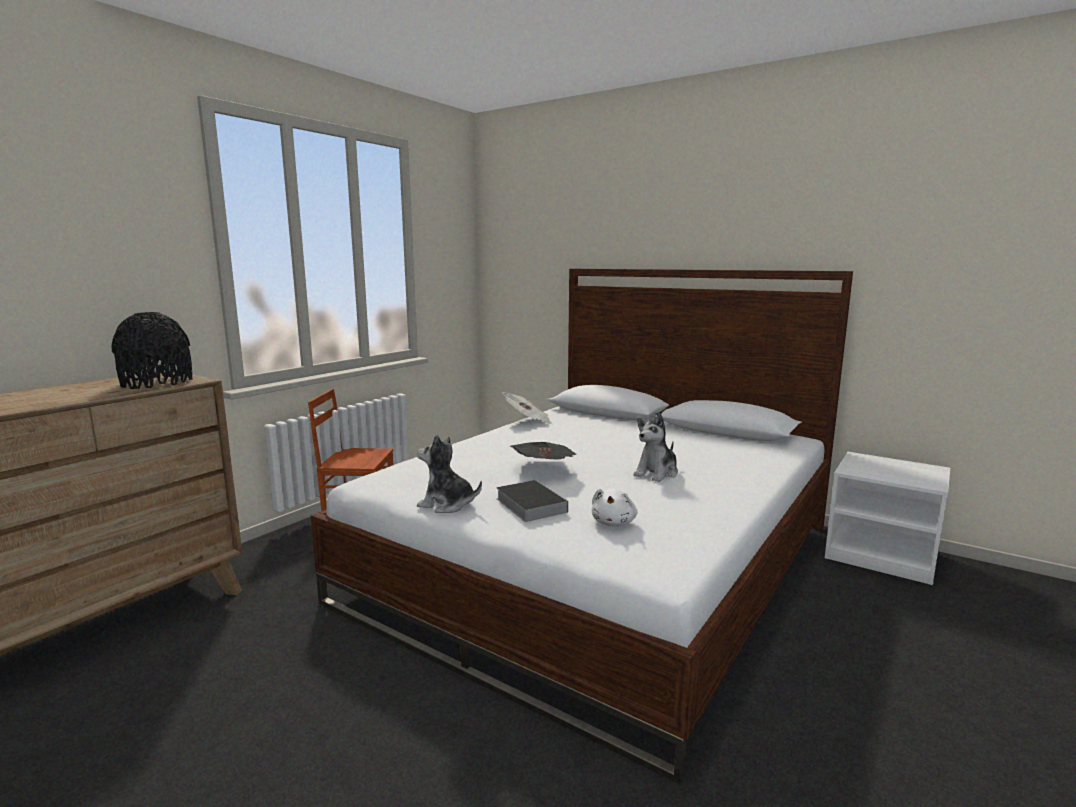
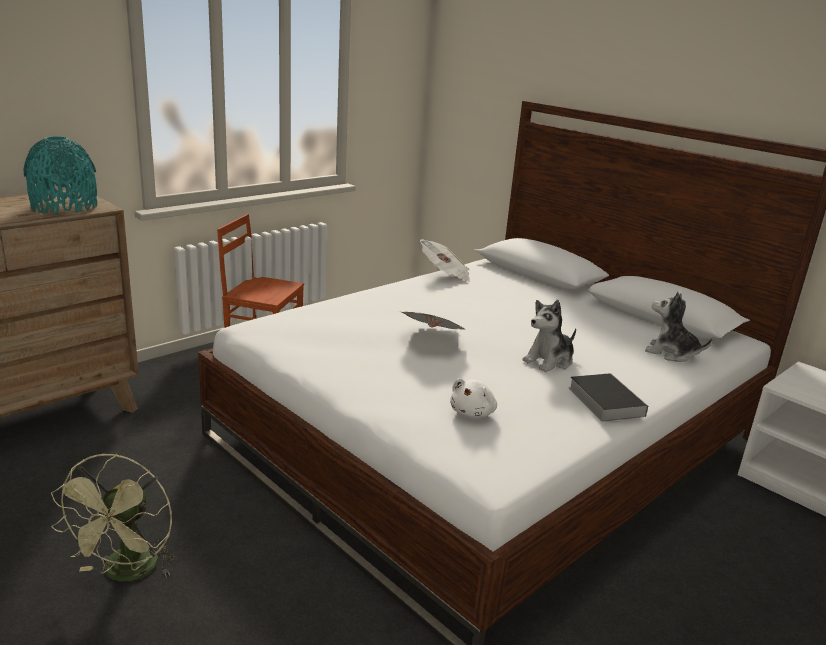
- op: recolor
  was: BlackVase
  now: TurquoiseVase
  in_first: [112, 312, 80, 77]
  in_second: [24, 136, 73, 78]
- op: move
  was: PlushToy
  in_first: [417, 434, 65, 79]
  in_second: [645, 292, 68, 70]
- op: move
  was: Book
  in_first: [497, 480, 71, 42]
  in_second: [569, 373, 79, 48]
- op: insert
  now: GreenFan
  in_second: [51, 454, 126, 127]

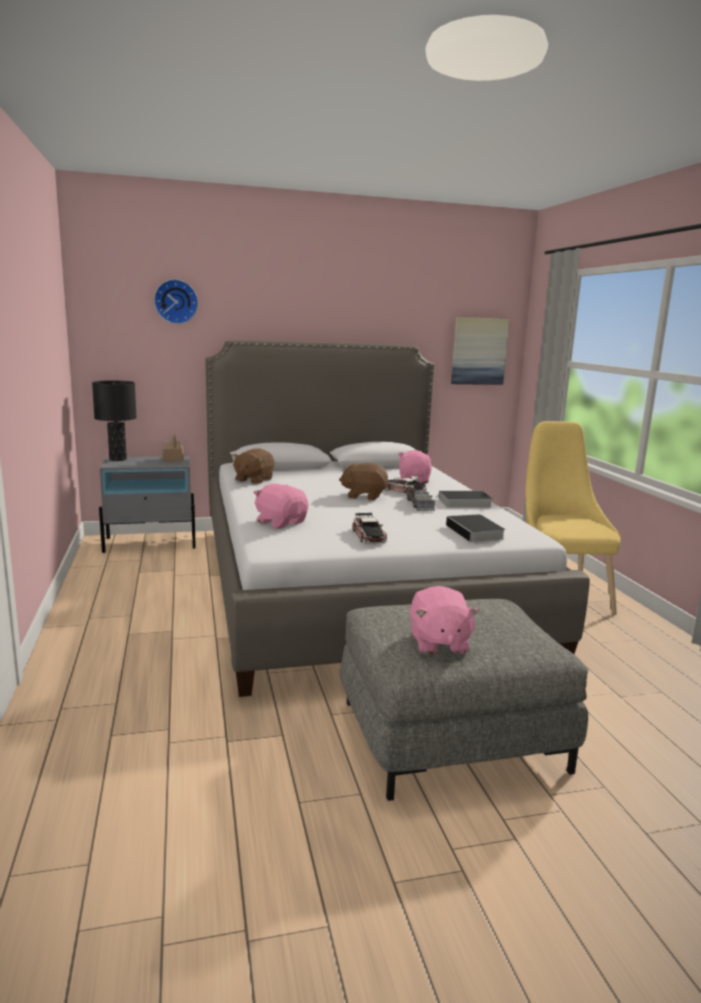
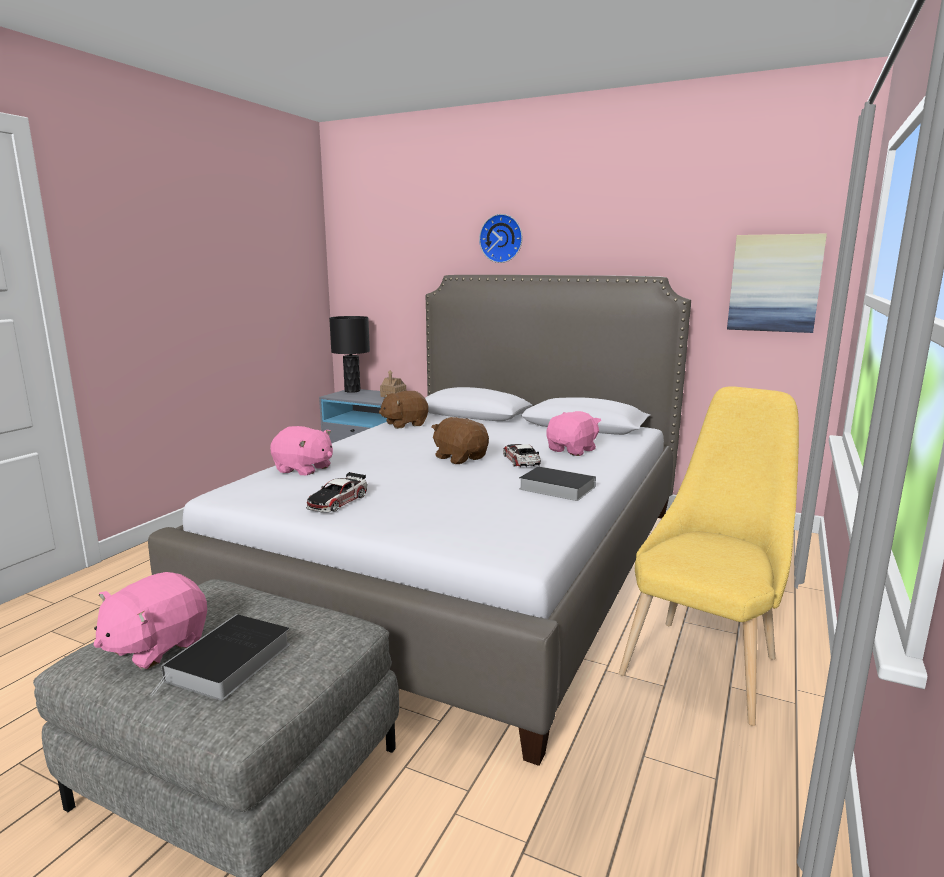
- op: move
  was: WallClock
  in_first: [154, 279, 44, 45]
  in_second: [479, 214, 43, 49]
- op: delete
  was: GreyToyCar
  in_first: [407, 483, 28, 28]
- op: rotate
  was: PinkPlushToy
  in_first: [253, 484, 55, 45]
  in_second: [270, 426, 63, 49]
  clockwise: 120
- op: move
  was: Book
  in_first: [446, 514, 60, 31]
  in_second: [151, 614, 139, 87]

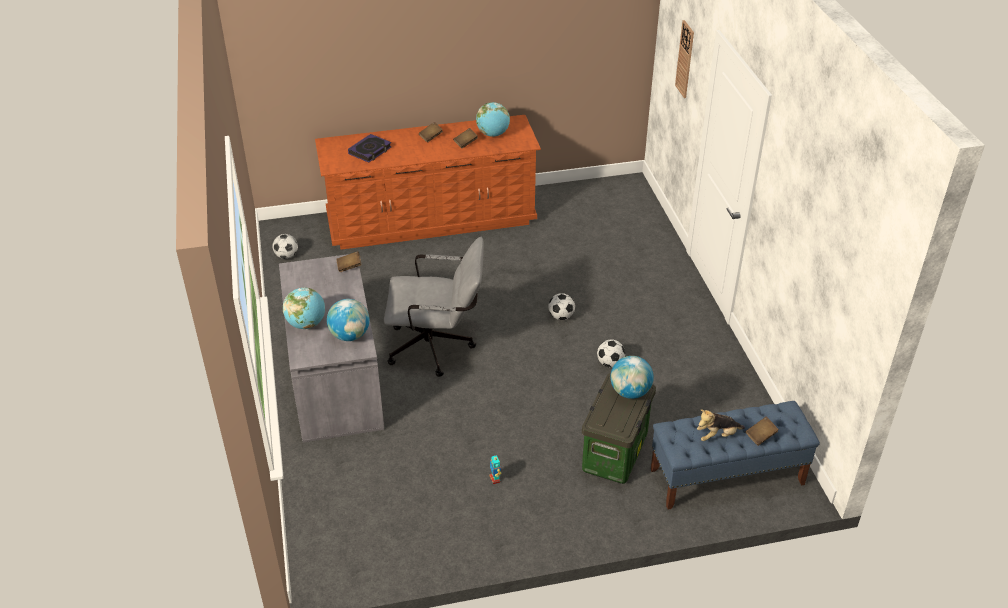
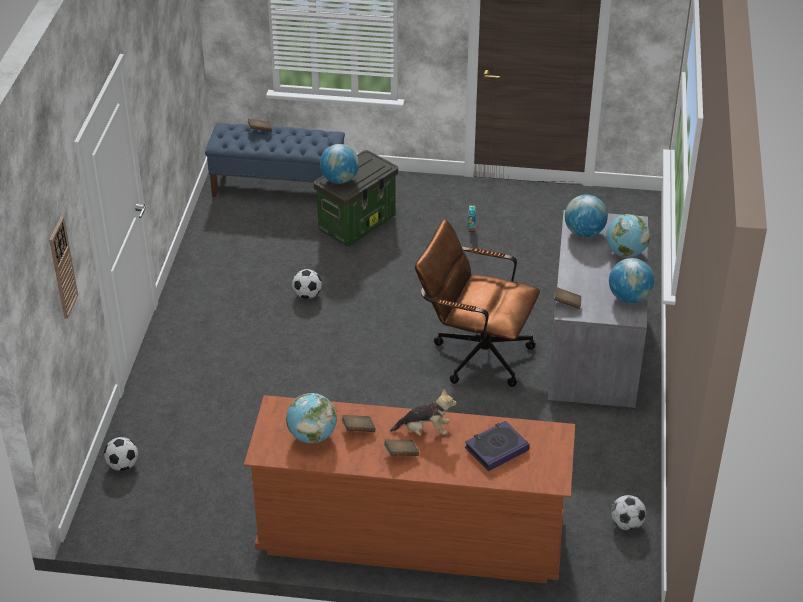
- op: recolor
  was: GreyOfficeChair
  now: BrownOfficeChair
  in_first: [384, 237, 100, 140]
  in_second: [415, 219, 125, 168]
- op: move
  was: Football
  in_first: [548, 293, 27, 27]
  in_second: [104, 437, 34, 34]
- op: move
  was: PlushToy
  in_first: [697, 409, 48, 32]
  in_second: [390, 388, 67, 47]
- op: insert
  now: Globe
  in_second: [609, 258, 45, 45]

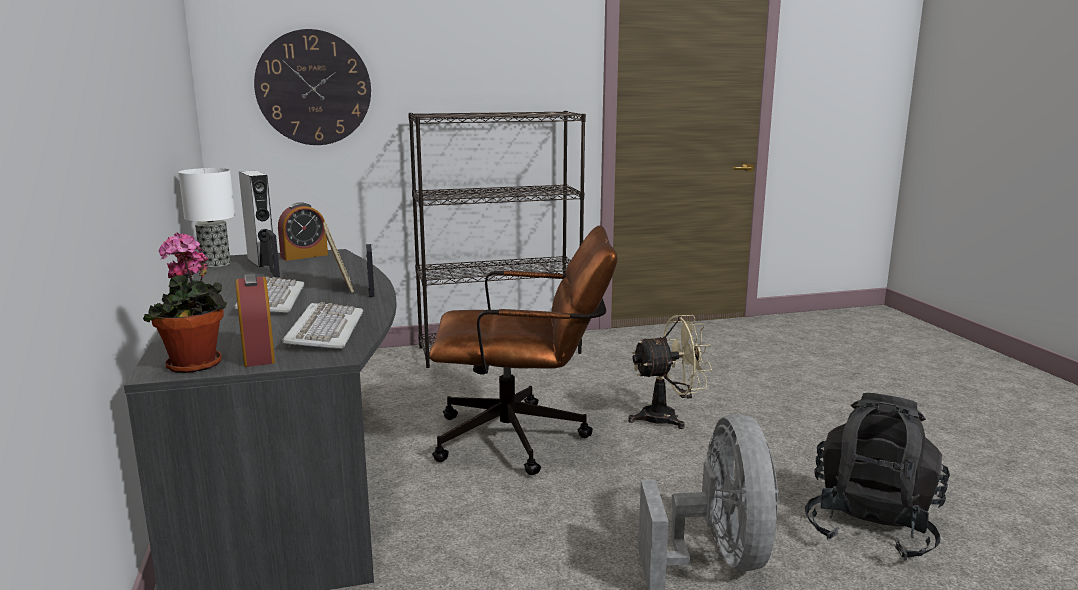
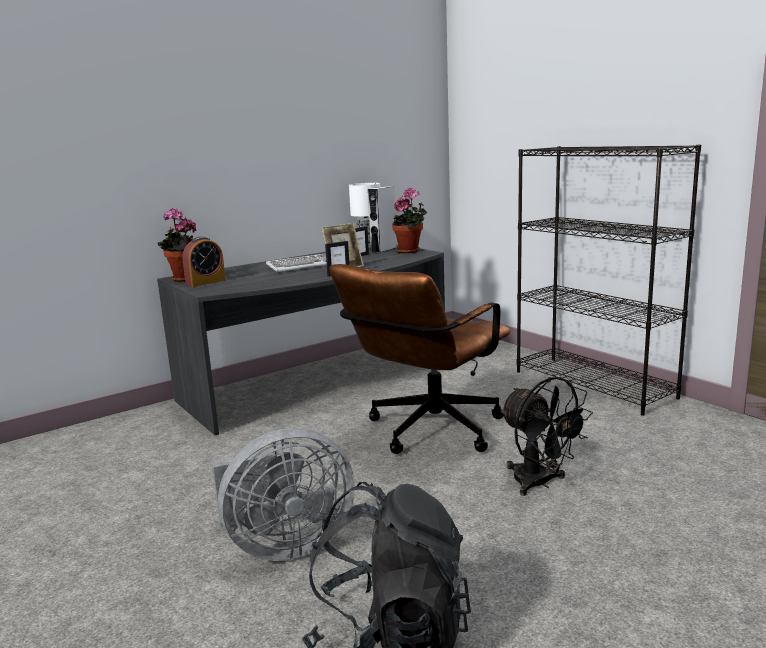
- op: delete
  was: WallClock
  in_first: [254, 29, 117, 116]
- op: replace
  was: AlarmClock
  now: PottedPlant
  in_first: [278, 202, 50, 59]
  in_second: [392, 188, 36, 65]
- op: rotate
  was: BrownOfficeChair
  in_first: [429, 225, 189, 250]
  in_second: [329, 264, 181, 190]
  clockwise: 60
- op: delete
  was: Keyboard
  in_first: [282, 302, 81, 47]
- op: recolor
  was: BeigeFan
  now: BlackFan
  in_first: [628, 315, 84, 114]
  in_second: [500, 377, 93, 119]

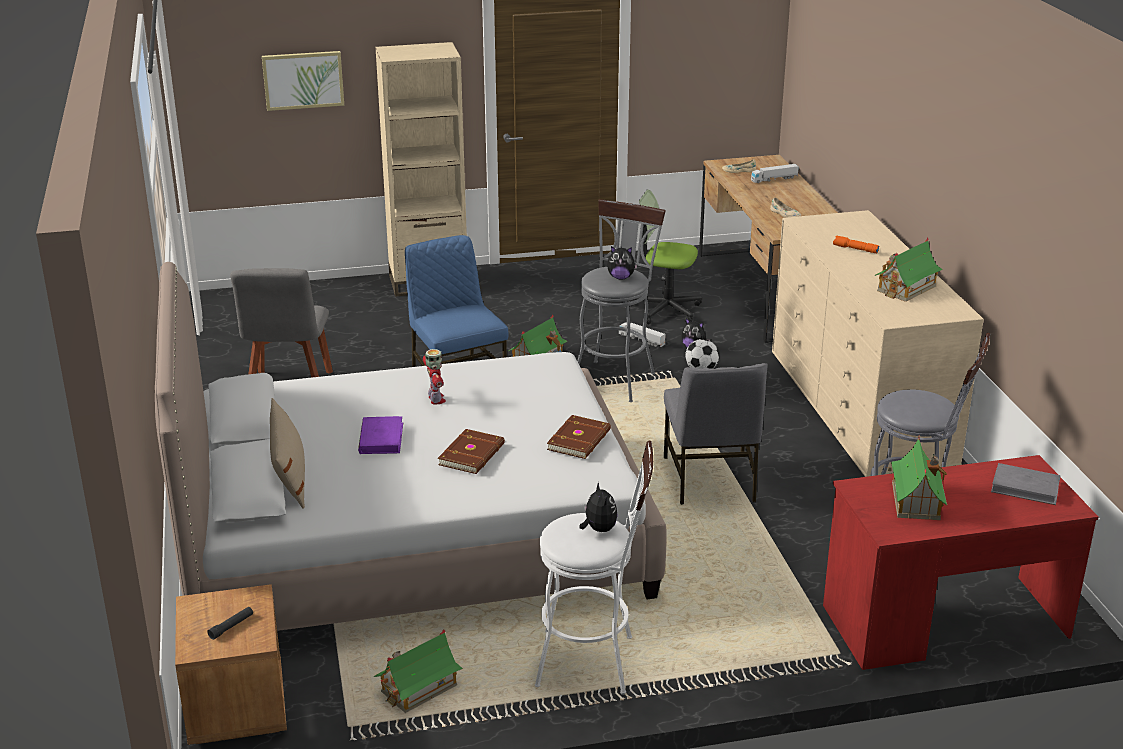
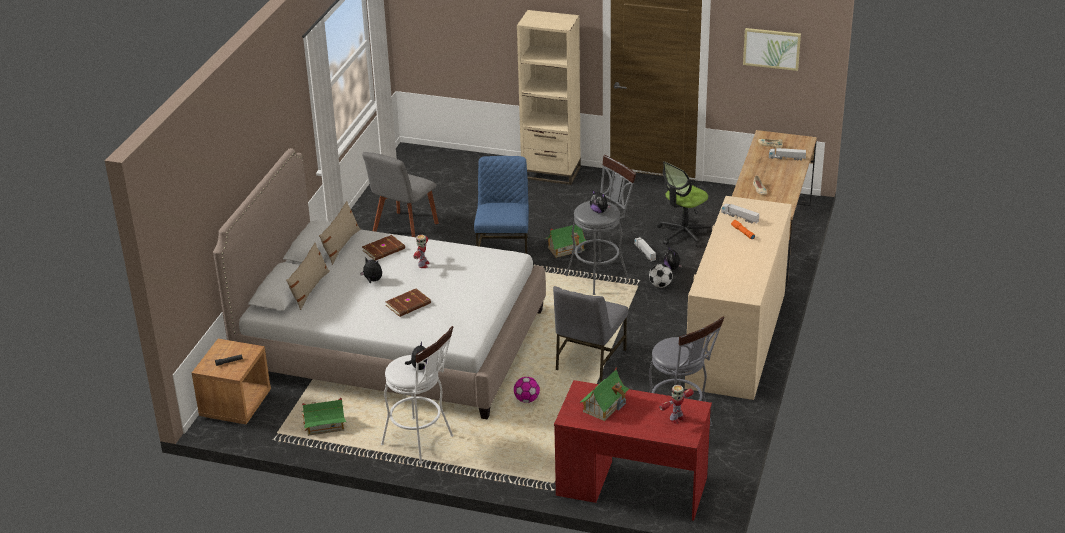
- op: move
  was: Picture
  in_first: [262, 51, 82, 60]
  in_second: [743, 28, 58, 43]
- op: rotate
  was: OfficeChair
  in_first: [628, 189, 74, 136]
  in_second: [657, 161, 55, 87]
  clockwise: -90
- op: delete
  was: ToyHouse
  in_first: [875, 237, 68, 65]
- op: move
  was: BrownBook
  in_first: [547, 415, 64, 44]
  in_second: [362, 235, 43, 26]
- op: replace
  was: PurpleBook
  now: PlushToy
  in_first: [358, 416, 45, 38]
  in_second: [360, 258, 22, 25]
- op: replace
  was: GreyBook
  now: ToyRobot
  in_first: [991, 463, 70, 42]
  in_second: [659, 385, 35, 39]
- op: insert
  now: BeigePillow
  in_second: [319, 201, 41, 64]
- op: insert
  now: ToyTruck
  in_second: [721, 204, 38, 20]
- op: insert
  now: Football
  in_second: [514, 377, 26, 26]

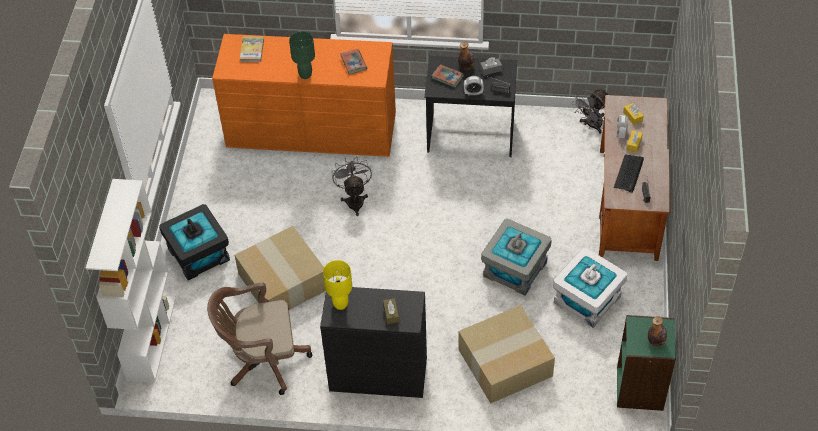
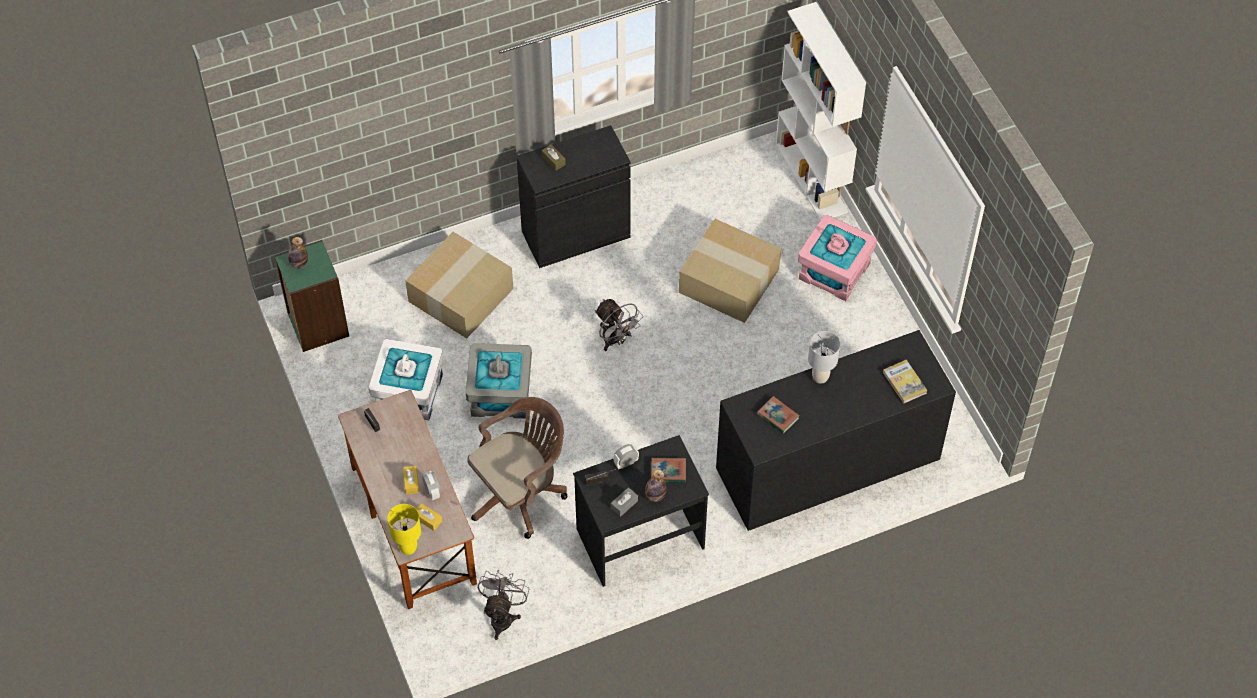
- op: recolor
  was: GreenTableLamp
  now: GreyTableLamp
  in_first: [289, 31, 26, 48]
  in_second: [808, 331, 32, 53]
- op: recolor
  was: OrangeDresser
  now: BlackDresser
  in_first: [212, 34, 184, 123]
  in_second: [716, 330, 240, 201]
- op: delete
  was: Keyboard
  in_first: [614, 154, 30, 39]
- op: move
  was: GreyFan
  in_first: [332, 157, 40, 59]
  in_second: [595, 299, 48, 52]
- op: recolor
  was: BlackStorageBox
  now: PinkStorageBox
  in_first: [159, 204, 71, 76]
  in_second: [798, 215, 79, 86]
- op: move
  was: YellowTableLamp
  in_first: [323, 260, 29, 50]
  in_second: [387, 504, 34, 51]
- op: move
  was: BrownOfficeChair
  in_first: [207, 283, 105, 112]
  in_second: [467, 397, 101, 142]

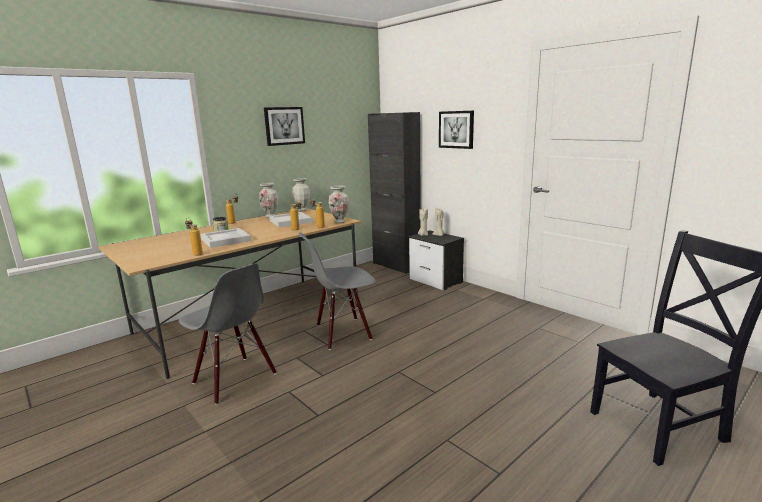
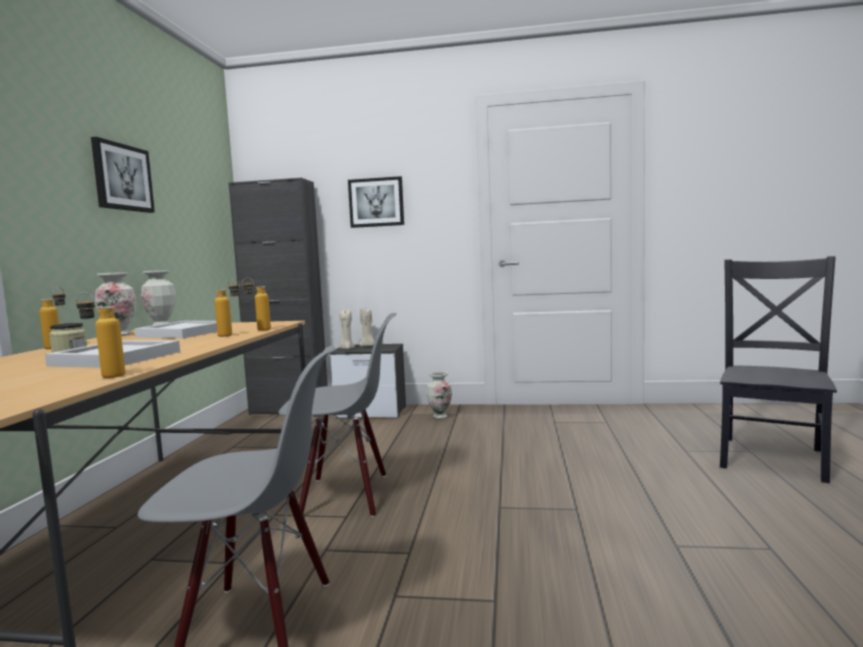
- op: move
  was: Vase
  in_first: [329, 186, 20, 37]
  in_second: [426, 371, 26, 48]
- op: rotate
  was: GreyChair
  in_first: [298, 233, 78, 117]
  in_second: [279, 313, 118, 204]
  clockwise: -120

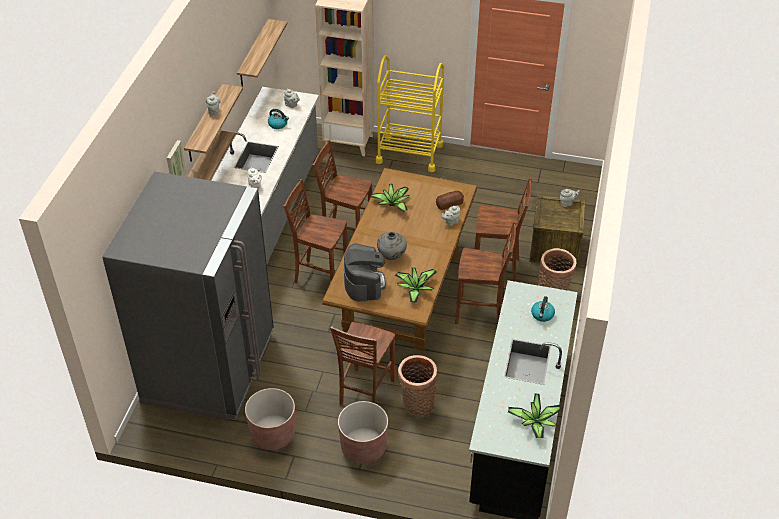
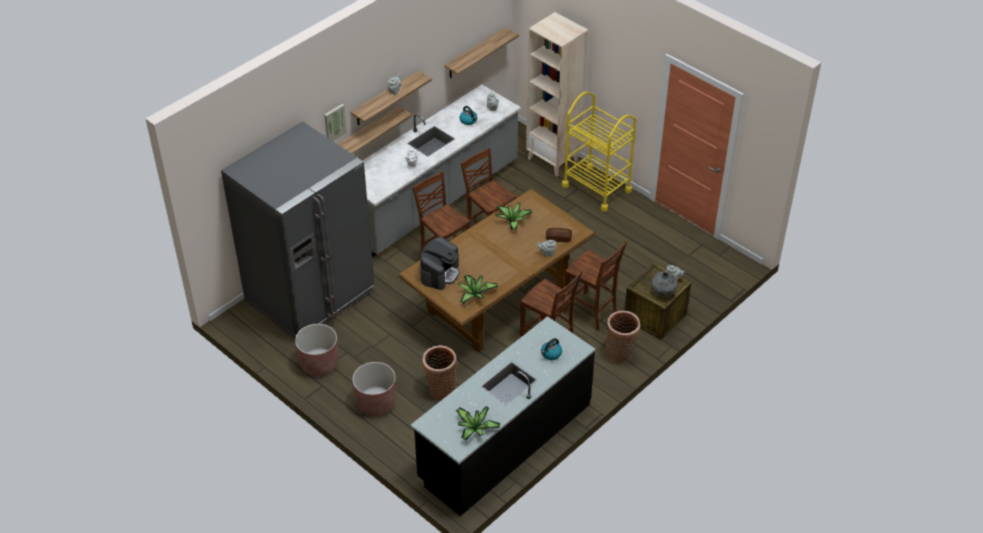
- op: move
  was: GreyVase
  in_first: [377, 232, 30, 28]
  in_second: [651, 271, 27, 26]
- op: delete
  was: BrownChair
  in_first: [330, 322, 65, 84]

